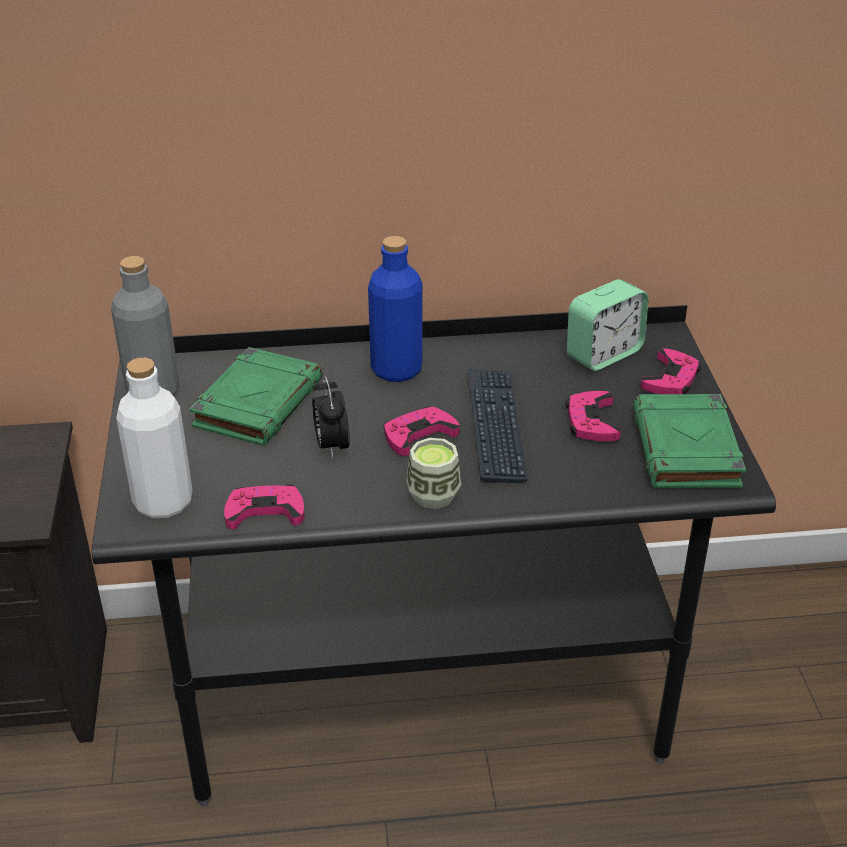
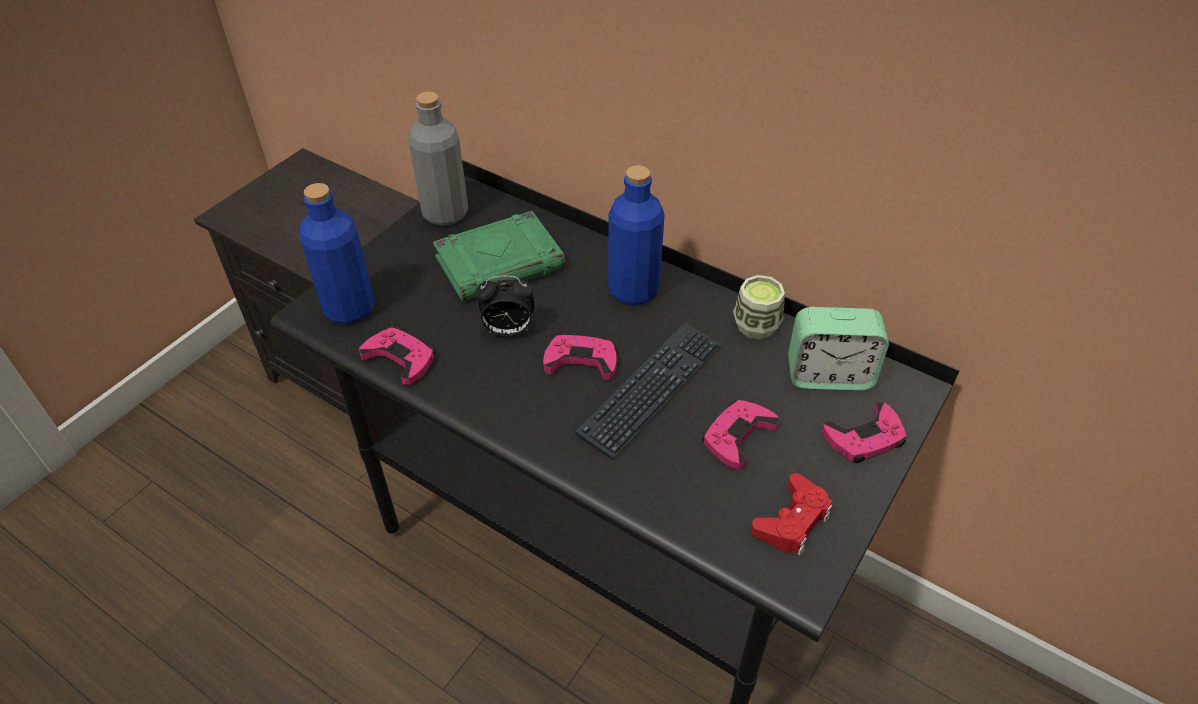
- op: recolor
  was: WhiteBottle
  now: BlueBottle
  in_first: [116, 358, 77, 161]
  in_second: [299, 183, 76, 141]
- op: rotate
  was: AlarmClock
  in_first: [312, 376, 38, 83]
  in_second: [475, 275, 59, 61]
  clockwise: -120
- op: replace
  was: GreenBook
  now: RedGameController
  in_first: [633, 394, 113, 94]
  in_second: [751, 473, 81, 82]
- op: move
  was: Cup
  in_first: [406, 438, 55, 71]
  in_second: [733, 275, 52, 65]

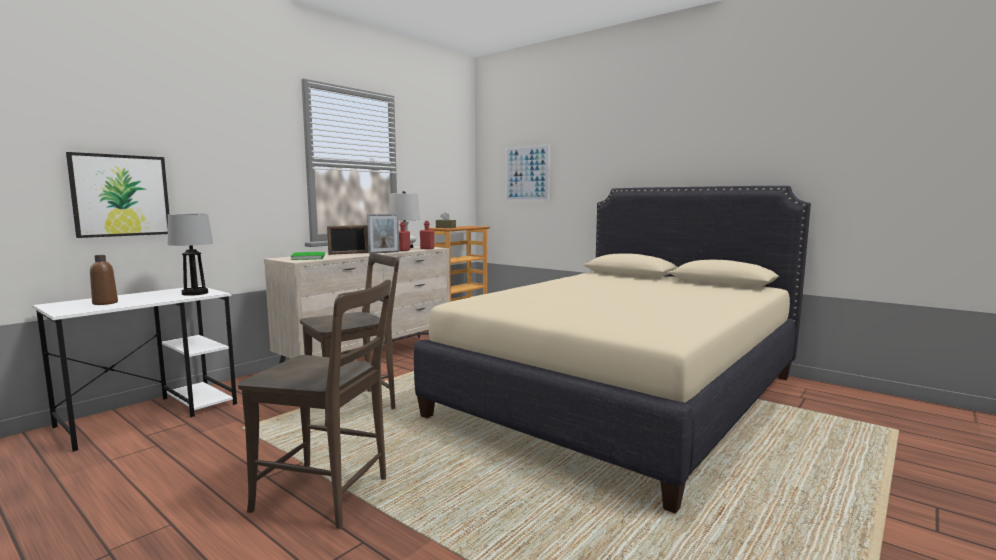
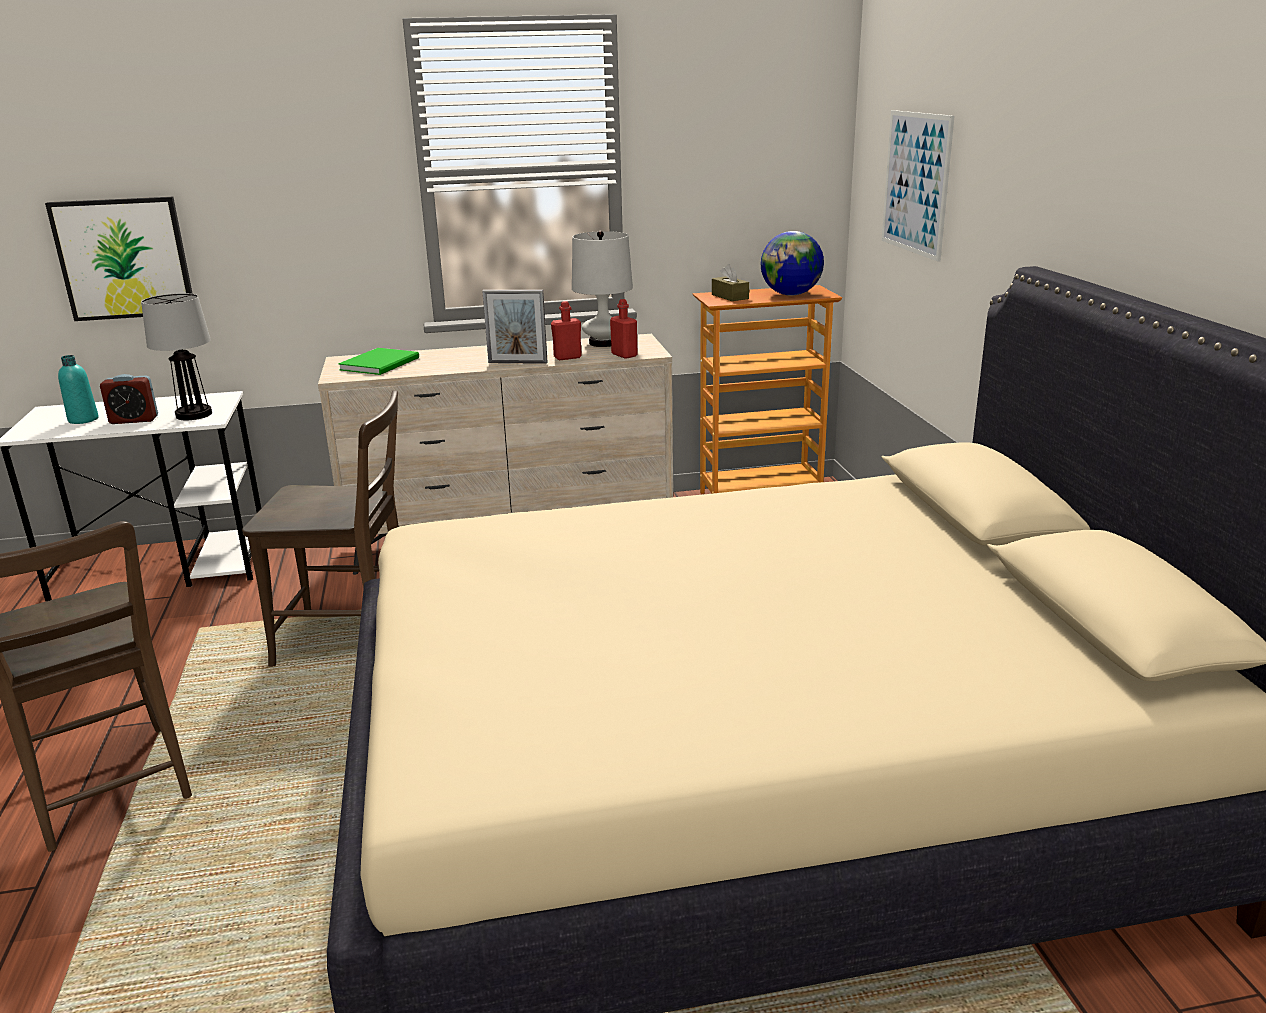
- op: delete
  was: PictureFrame
  in_first: [327, 225, 41, 30]
- op: recolor
  was: BrownBottle
  now: TurquoiseBottle
  in_first: [90, 255, 28, 50]
  in_second: [58, 355, 41, 69]
- op: insert
  now: Globe
  in_second: [761, 231, 63, 65]
- op: insert
  now: AlarmClock
  in_second: [100, 374, 58, 50]

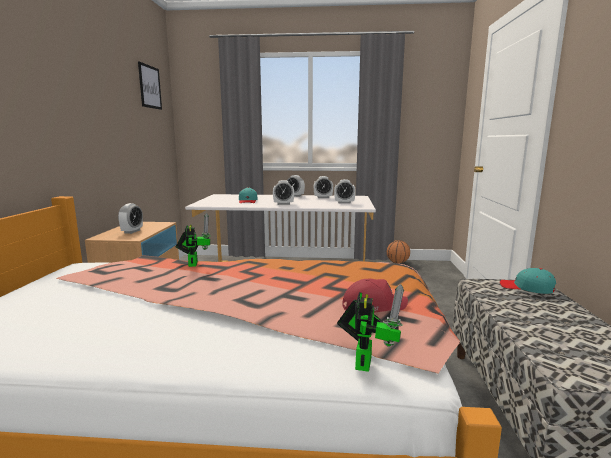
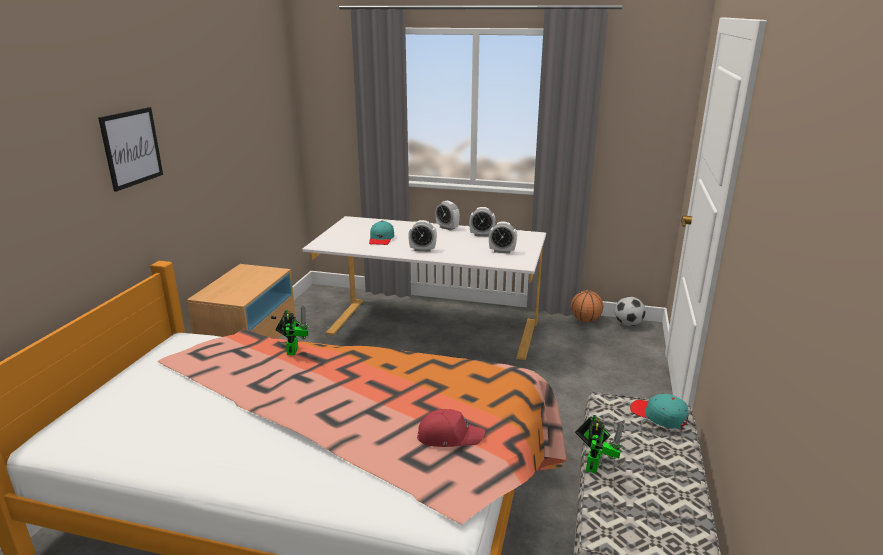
- op: move
  was: Picture
  in_first: [138, 61, 24, 49]
  in_second: [98, 107, 65, 85]
- op: delete
  was: AlarmClock
  in_first: [118, 203, 25, 31]
- op: move
  was: ToyRobot
  in_first: [337, 284, 67, 88]
  in_second: [575, 415, 49, 59]
- op: insert
  now: Football
  in_second: [615, 297, 31, 29]

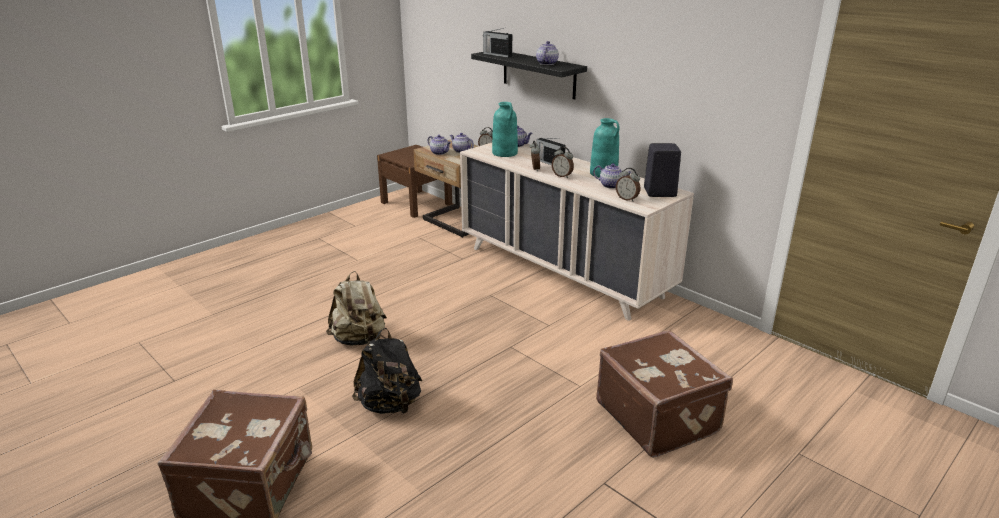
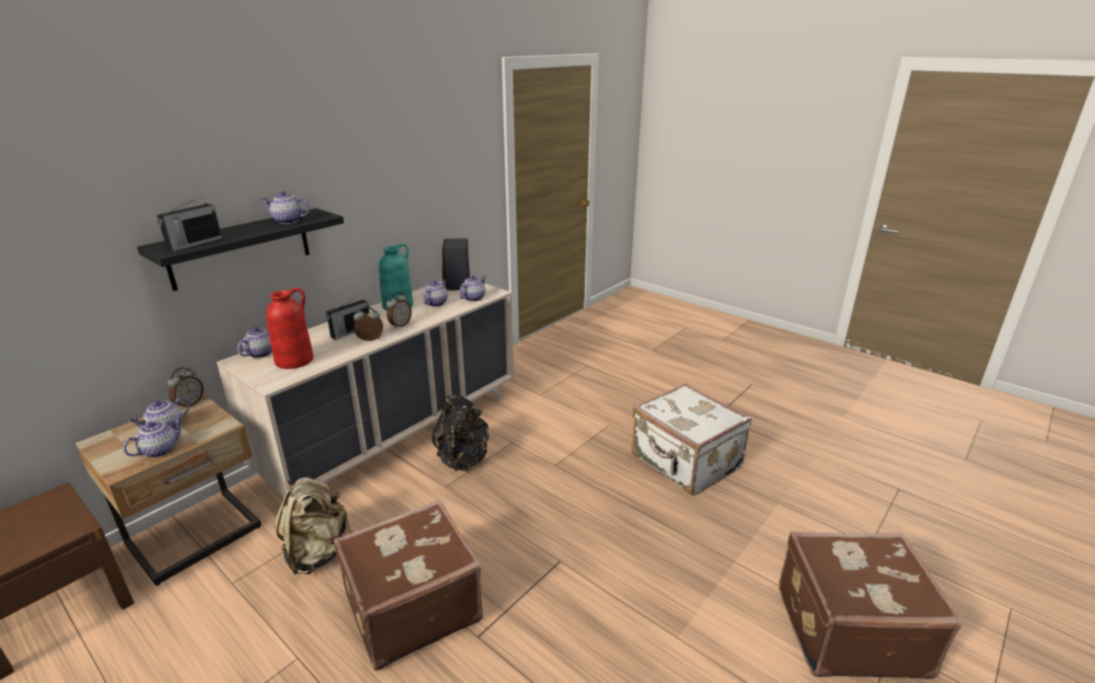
- op: recolor
  was: TurquoiseVase
  now: RedVase
  in_first: [492, 102, 26, 55]
  in_second: [266, 288, 47, 81]
- op: replace
  was: AlarmClock
  now: Teapot
  in_first: [616, 168, 24, 33]
  in_second: [459, 276, 27, 25]
- op: move
  was: BeigeBackpack
  in_first: [326, 271, 61, 75]
  in_second: [274, 477, 76, 97]
- op: move
  was: BlackBackpack
  in_first: [352, 328, 70, 86]
  in_second: [431, 395, 58, 76]
- op: move
  was: BrownSuitcase
  in_first: [596, 330, 137, 128]
  in_second: [334, 500, 149, 171]
- op: insert
  now: WhiteSuitcase
  in_second: [632, 383, 119, 113]

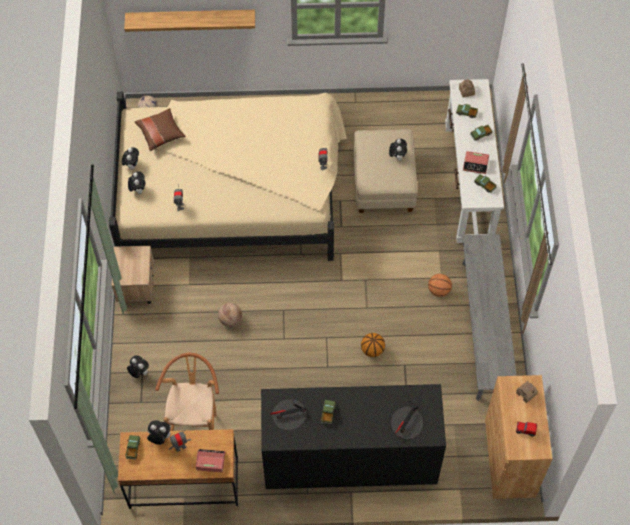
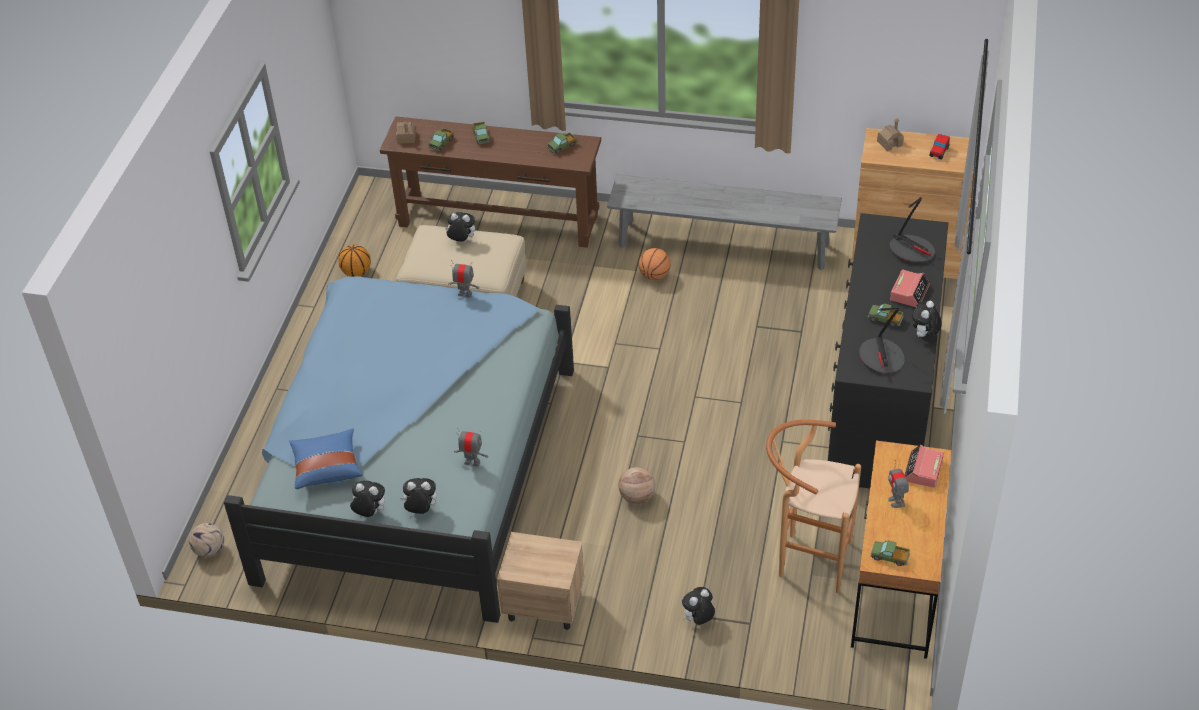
- op: delete
  was: Shelf
  in_first: [124, 10, 131, 22]
- op: recolor
  was: WhiteConsoleTable
  now: BrownConsoleTable
  in_first: [445, 79, 59, 164]
  in_second: [380, 117, 221, 131]
- op: recolor
  was: BeigeBed
  now: BlueBed
  in_first: [109, 92, 238, 169]
  in_second: [224, 276, 350, 347]
- op: recolor
  was: BrownPillow
  now: BluePillow
  in_first: [134, 108, 52, 43]
  in_second: [289, 428, 74, 61]
- op: move
  was: AlarmClock
  in_first: [463, 151, 26, 23]
  in_second: [890, 269, 40, 38]
- op: move
  was: Basketball
  in_first: [361, 333, 24, 24]
  in_second: [338, 245, 33, 32]
- op: move
  was: PlushToy
  in_first: [146, 420, 25, 25]
  in_second: [912, 301, 30, 37]

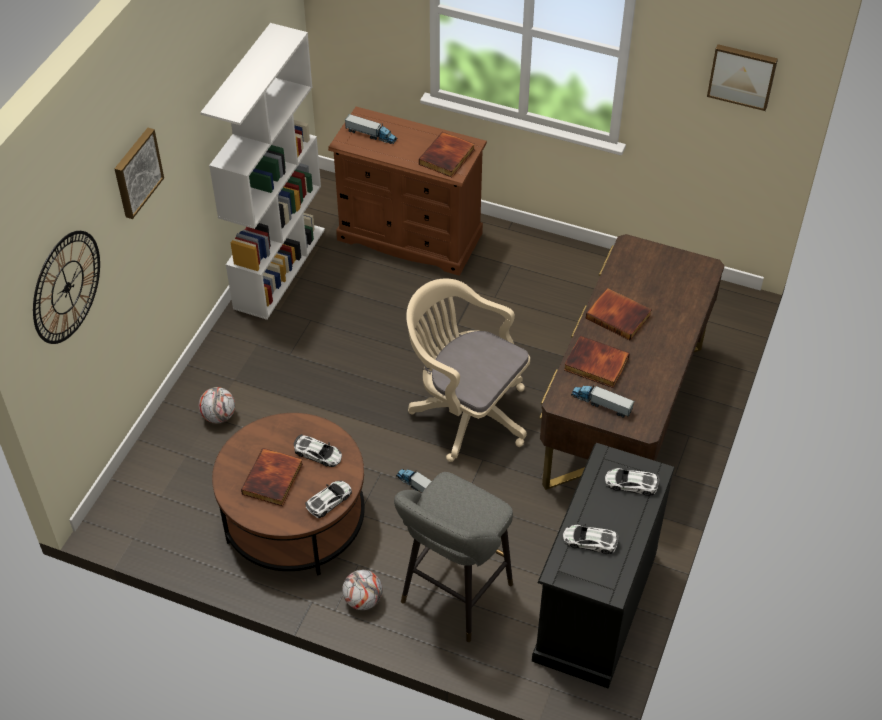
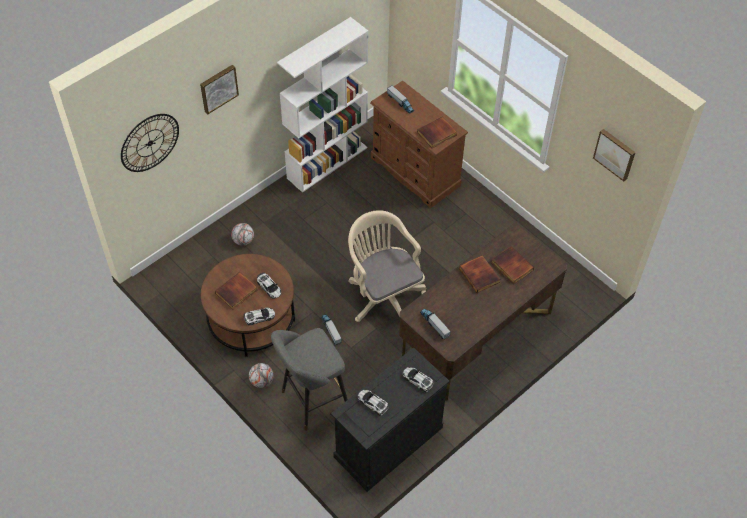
- op: move
  was: Book
  in_first: [564, 335, 66, 53]
  in_second: [491, 246, 43, 38]

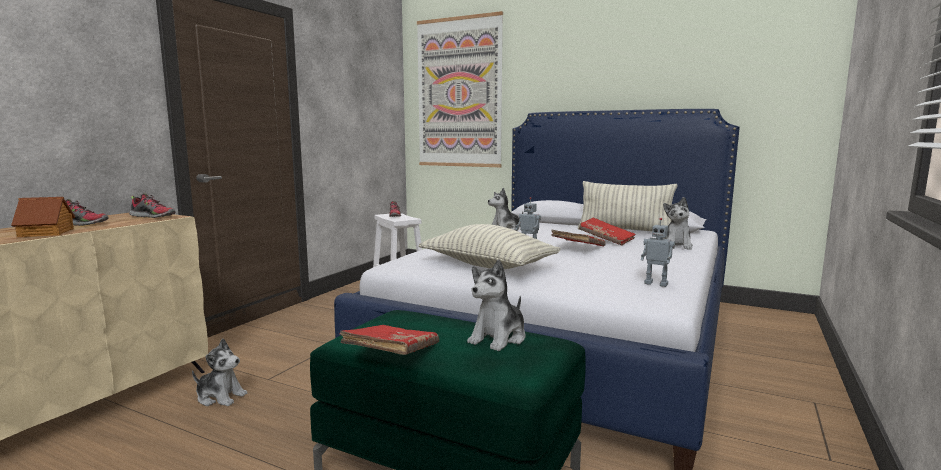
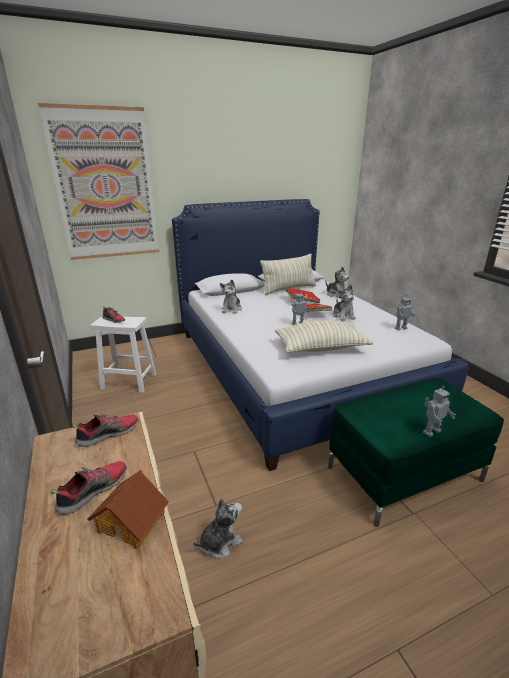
- op: move
  was: PlushToy
  in_first: [467, 260, 59, 91]
  in_second: [333, 284, 23, 37]
- op: replace
  was: RedBook
  now: ToyRobot
  in_first: [340, 325, 99, 30]
  in_second: [423, 386, 33, 51]

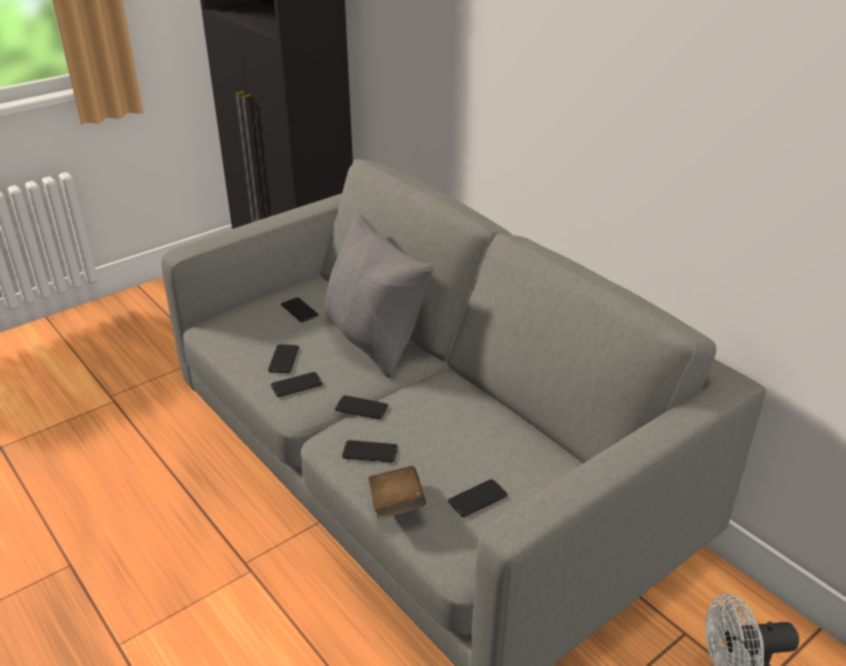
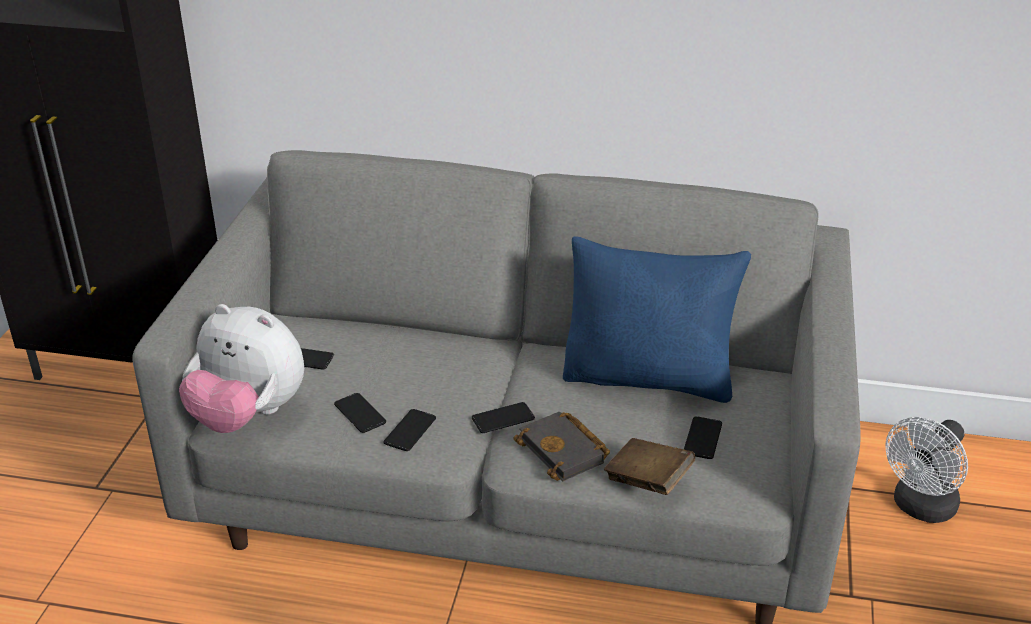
- op: delete
  was: GreyPillow
  in_first: [324, 211, 109, 167]
- op: replace
  was: Phone
  now: BlackBook
  in_first: [342, 440, 56, 23]
  in_second: [513, 412, 97, 70]
- op: insert
  now: BluePillow
  in_second: [563, 236, 188, 167]
- op: insert
  now: PlushToy
  in_second: [179, 304, 125, 129]

